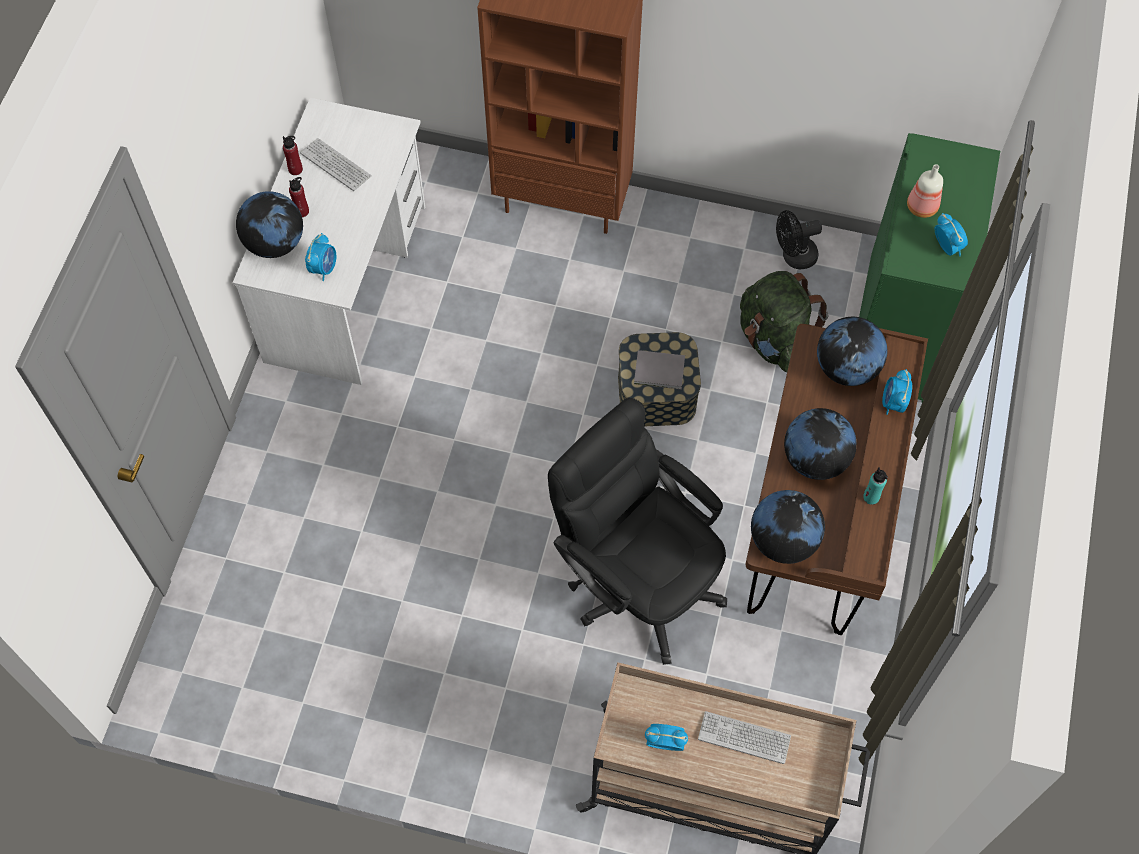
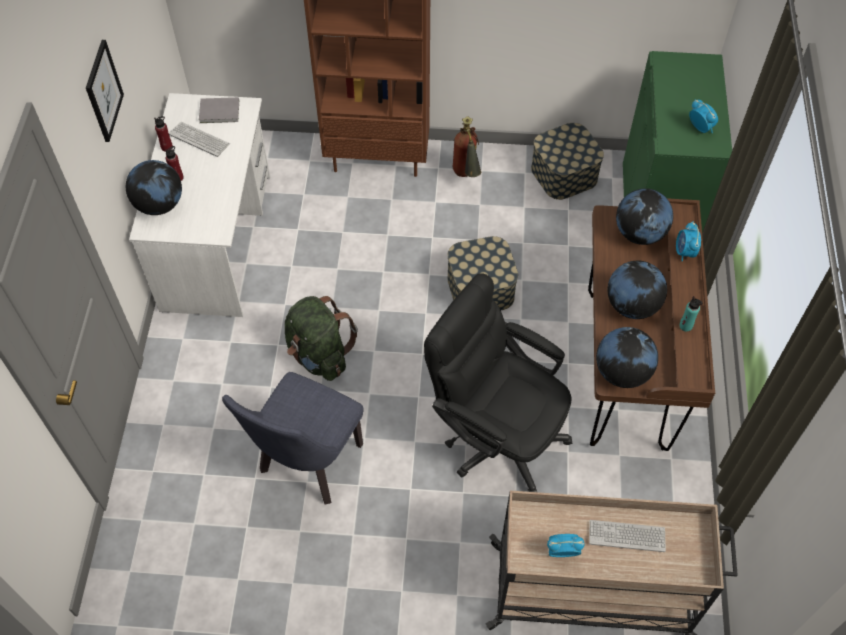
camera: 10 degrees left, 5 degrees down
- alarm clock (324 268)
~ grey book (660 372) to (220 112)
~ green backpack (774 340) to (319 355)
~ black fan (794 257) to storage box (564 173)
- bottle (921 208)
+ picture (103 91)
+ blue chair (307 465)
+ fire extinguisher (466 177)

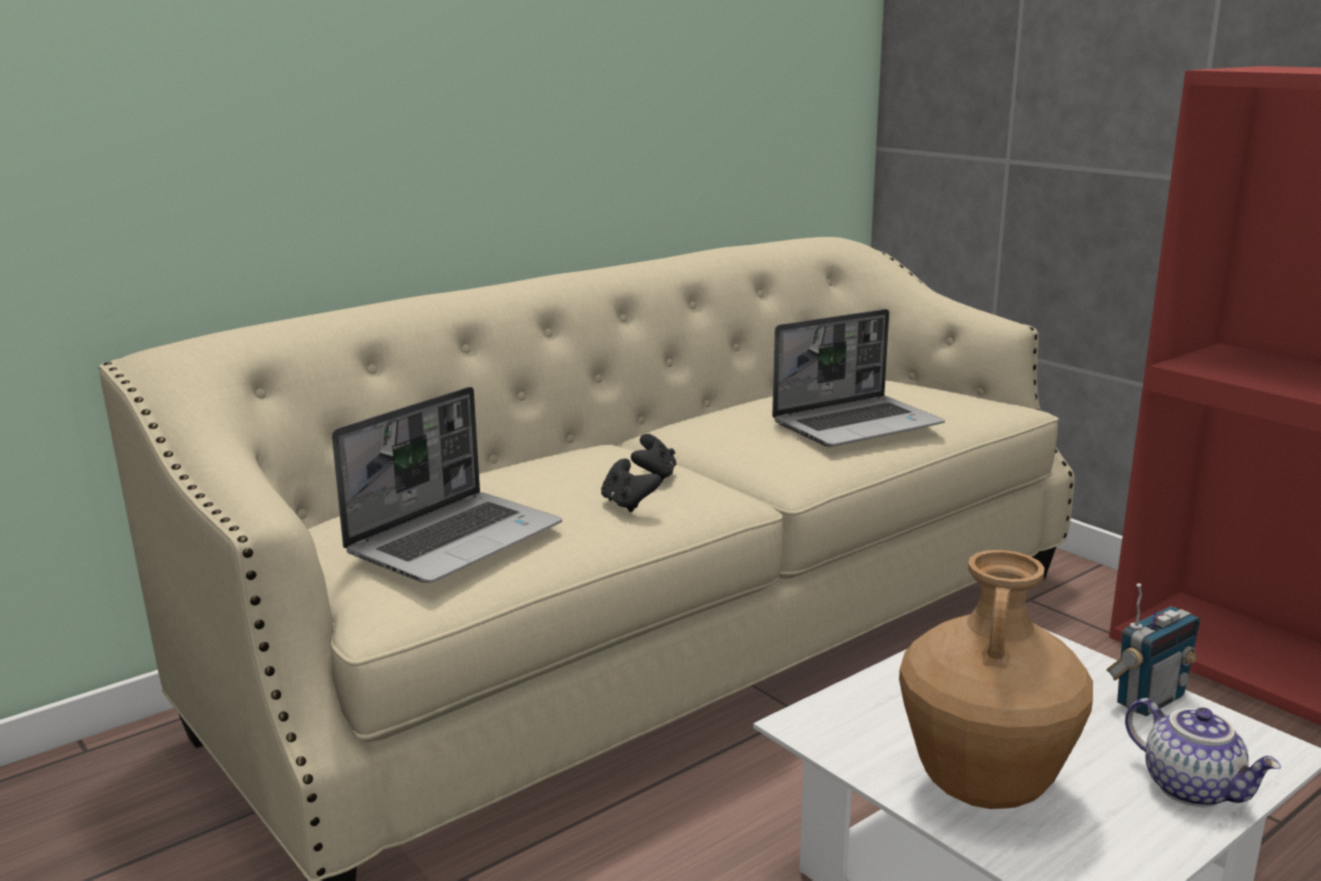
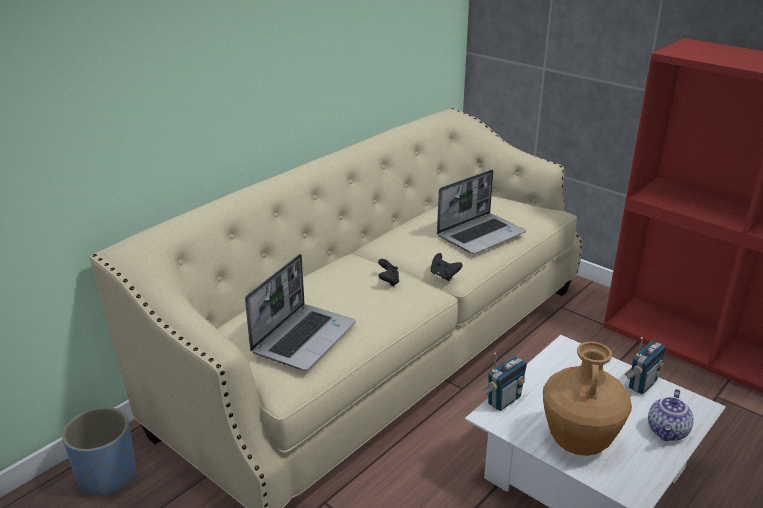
camera: 10 degrees left, 10 degrees up
~ black game controller (628 504) to (444 275)
~ teapot (1193 788) = (668 432) 75 degrees clockwise
+ blue planter (107 476)
+ radio (503 400)

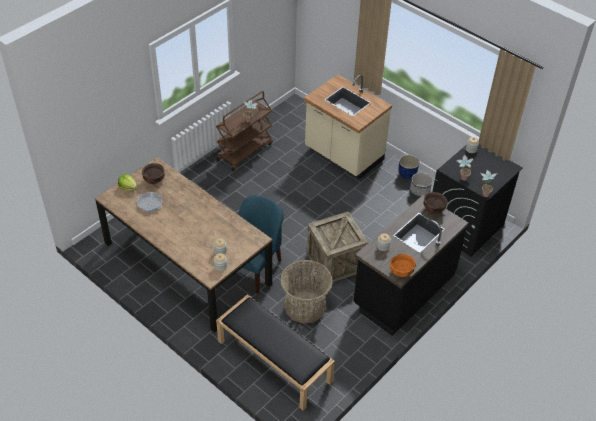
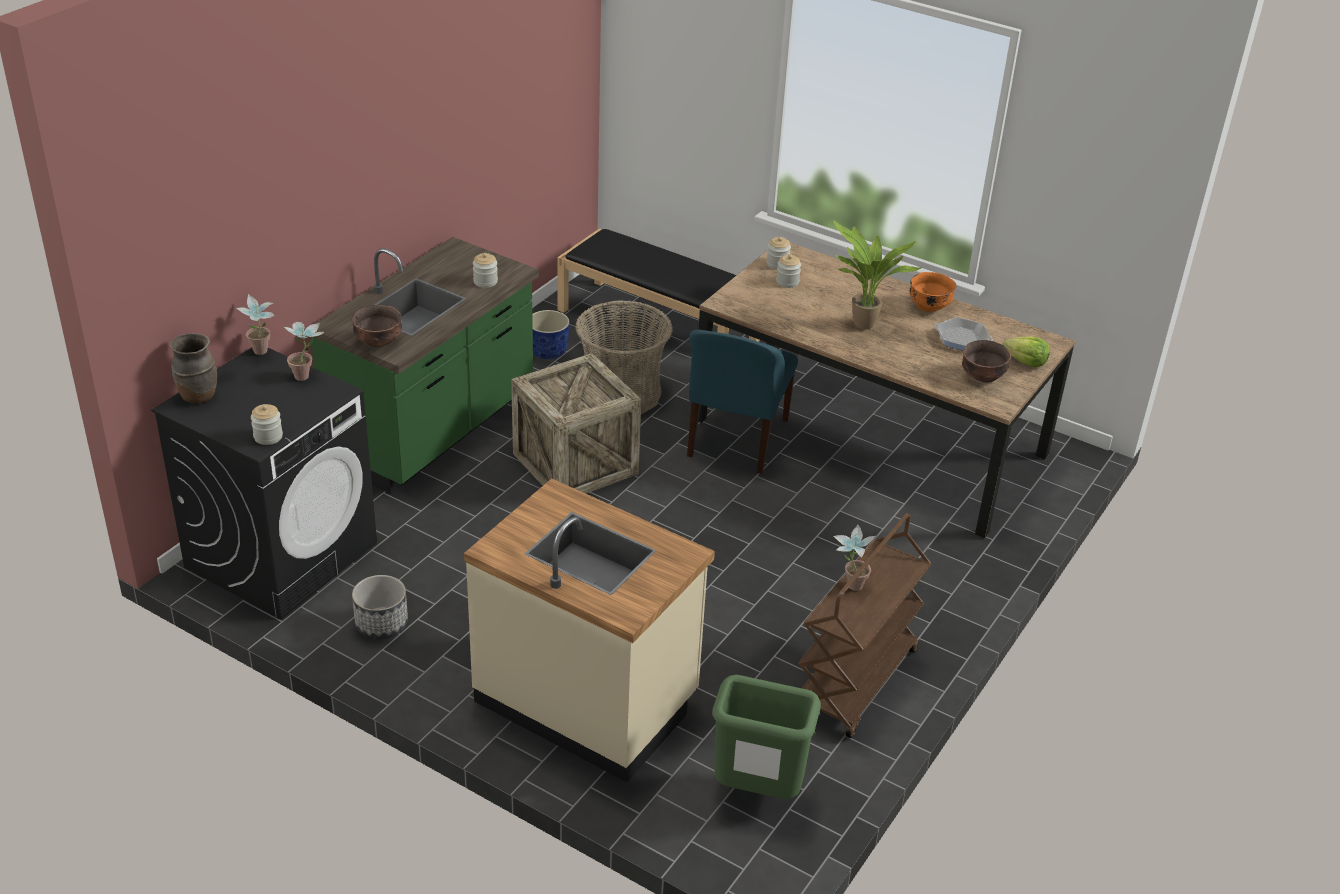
camera: 170 degrees right, 10 degrees down
~ black counter (403 290) to green counter (435 431)
~ orange bowl (401 272) to (929 306)
~ blue planter (407 174) to (547 352)
+ brown vase (198 396)
+ green trash can (756 793)
+ potted plant (862 326)

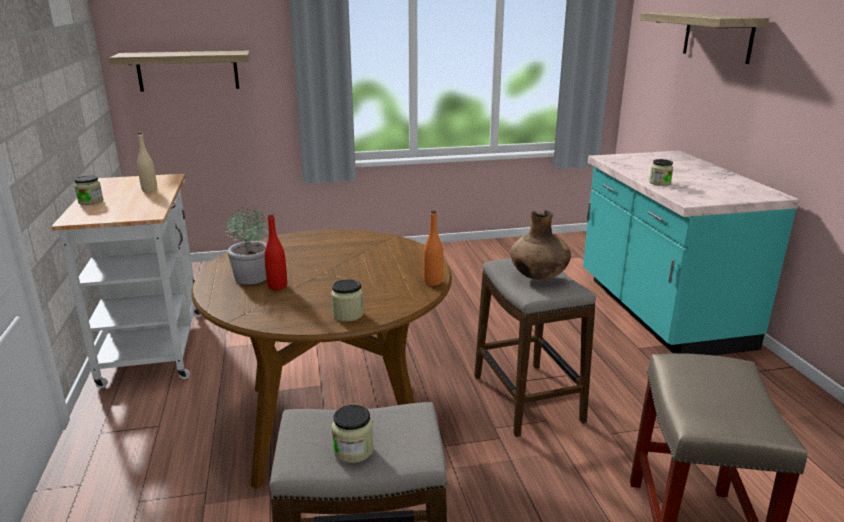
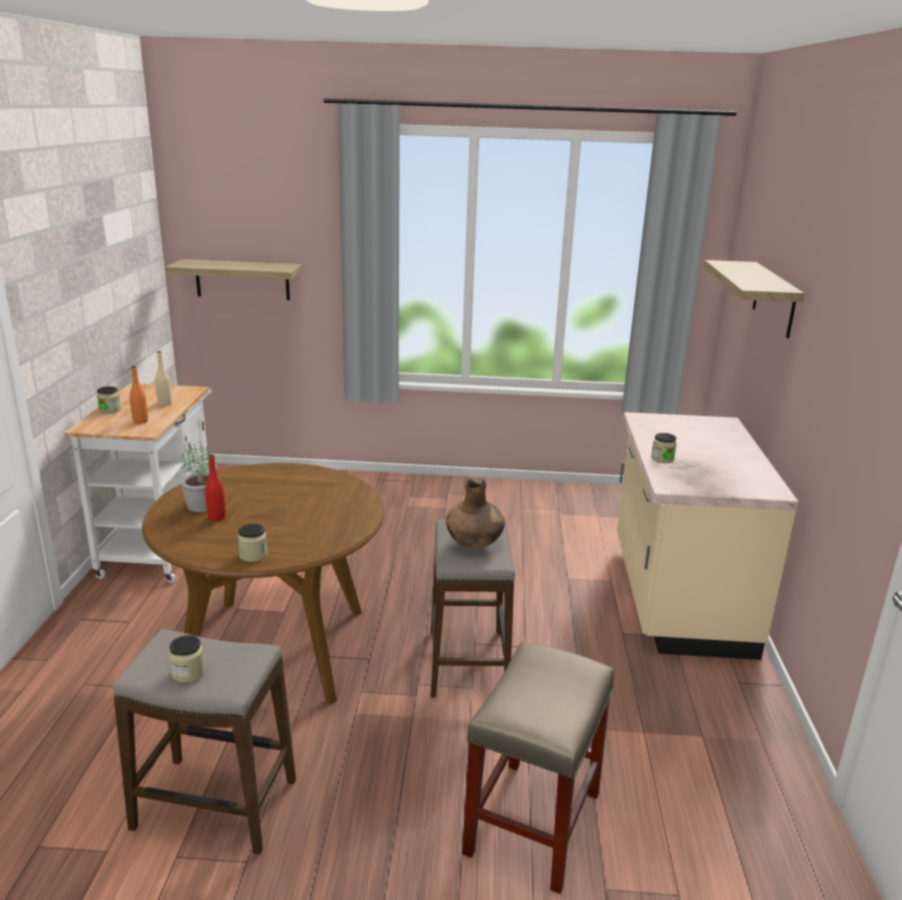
camera: 15 degrees right, 0 degrees up
~ orange bottle (433 282) to (140 421)
~ turquoise counter (659 312) to beige counter (677 597)

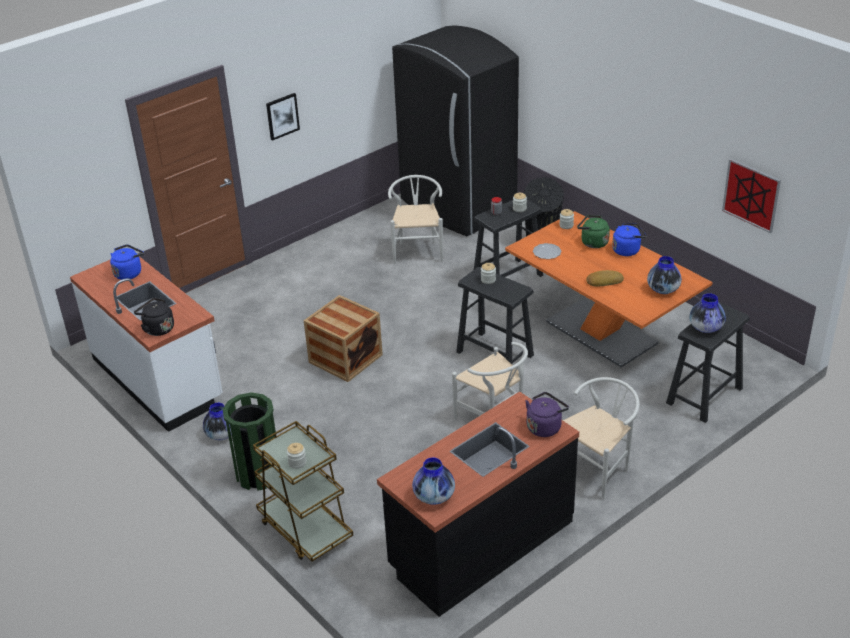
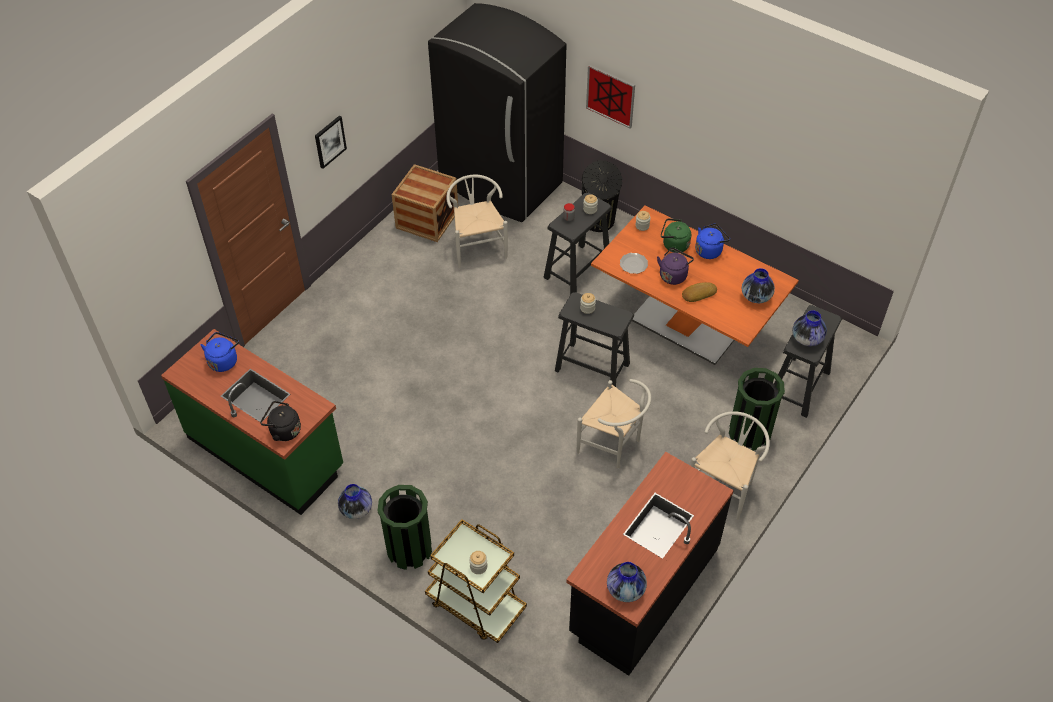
camera: 15 degrees left, 15 degrees up
~ white counter (158 379) to green counter (266 452)
~ crate (345 358) to (427 219)
~ purple kettle (545 427) to (673 275)
~ picture (751 195) to (610 96)
+ green trash can (749 433)

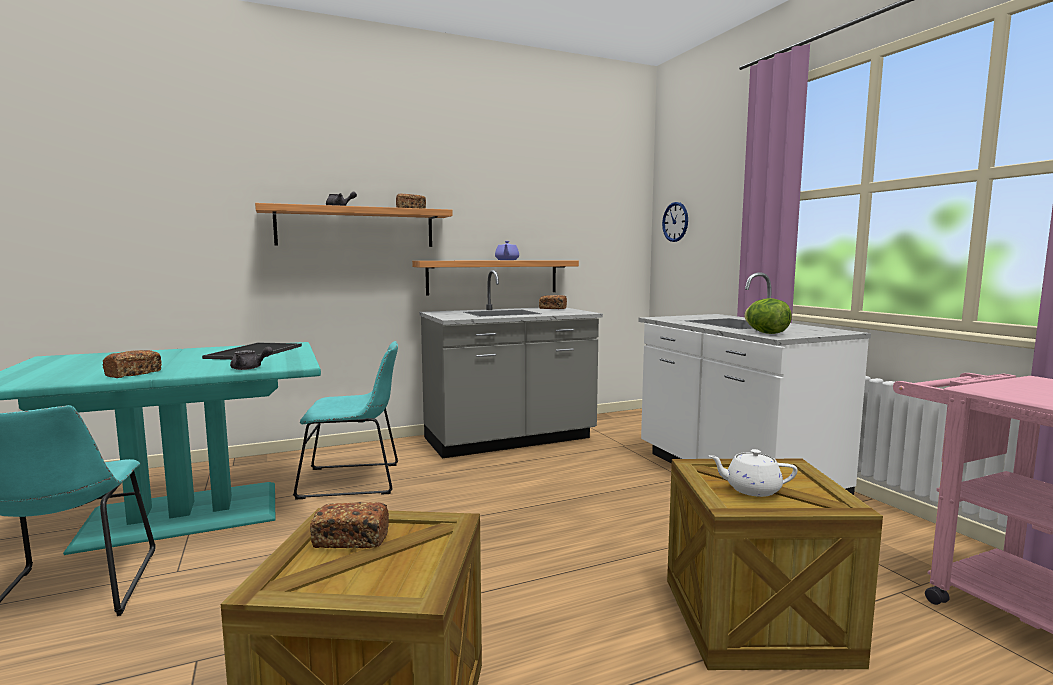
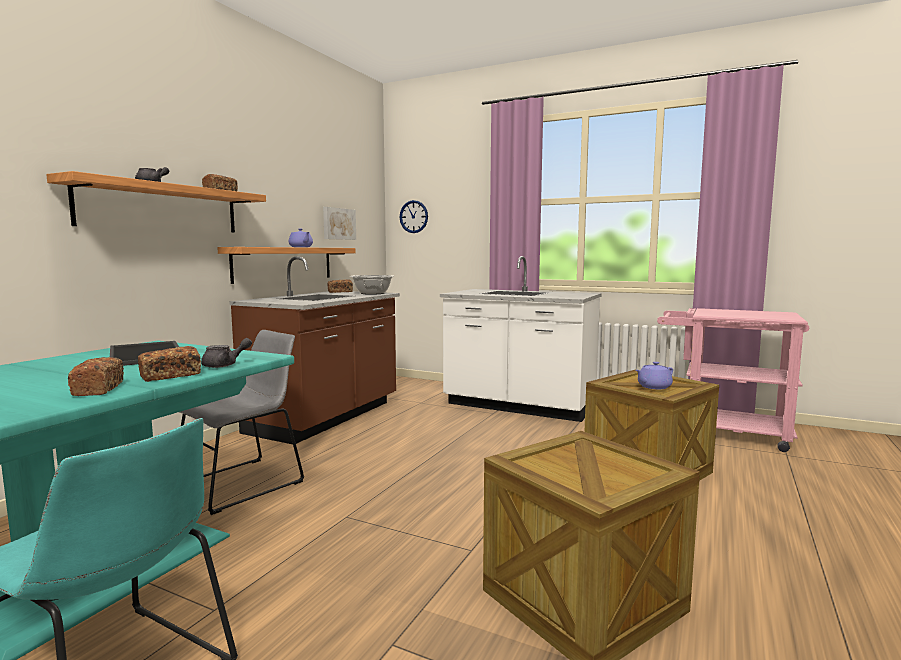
camera: 40 degrees left, 0 degrees up
~ turquoise chair (355 480) to grey chair (244 482)
~ bread (351 540) to (170 376)
~ grey counter (510 440) to brown counter (326 417)
~ white teapot (751 489) to purple teapot (653 387)
- lettuce (766 333)
+ picture (338 224)
+ cooking pot (372 293)

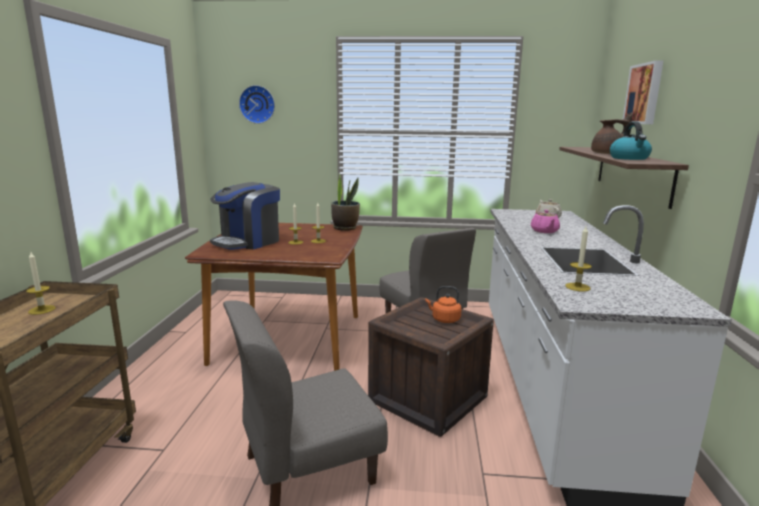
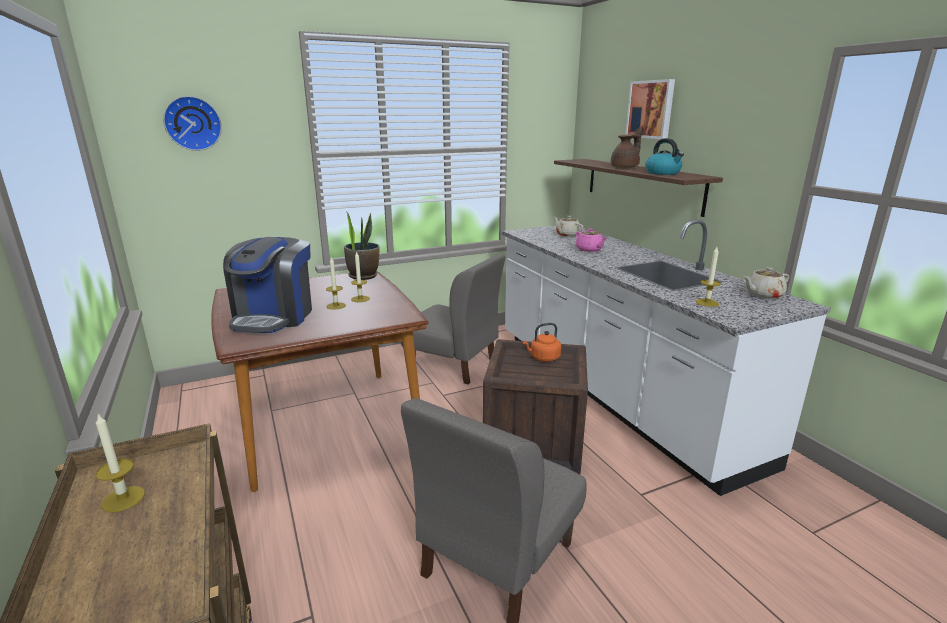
camera: 30 degrees left, 5 degrees up
+ beige teapot (763 295)

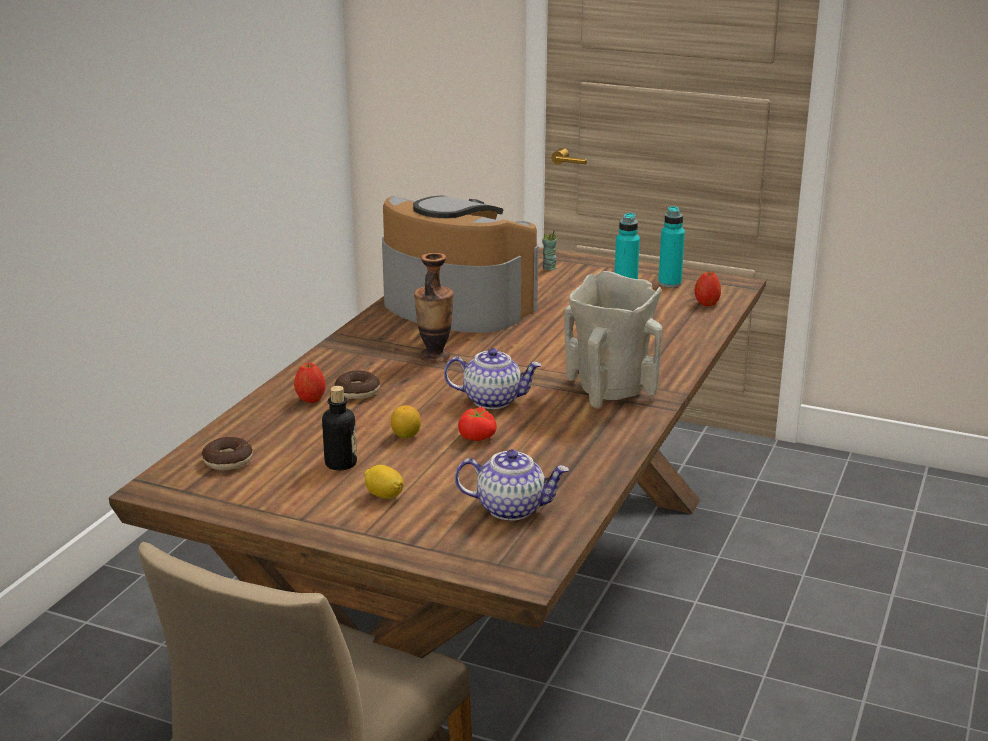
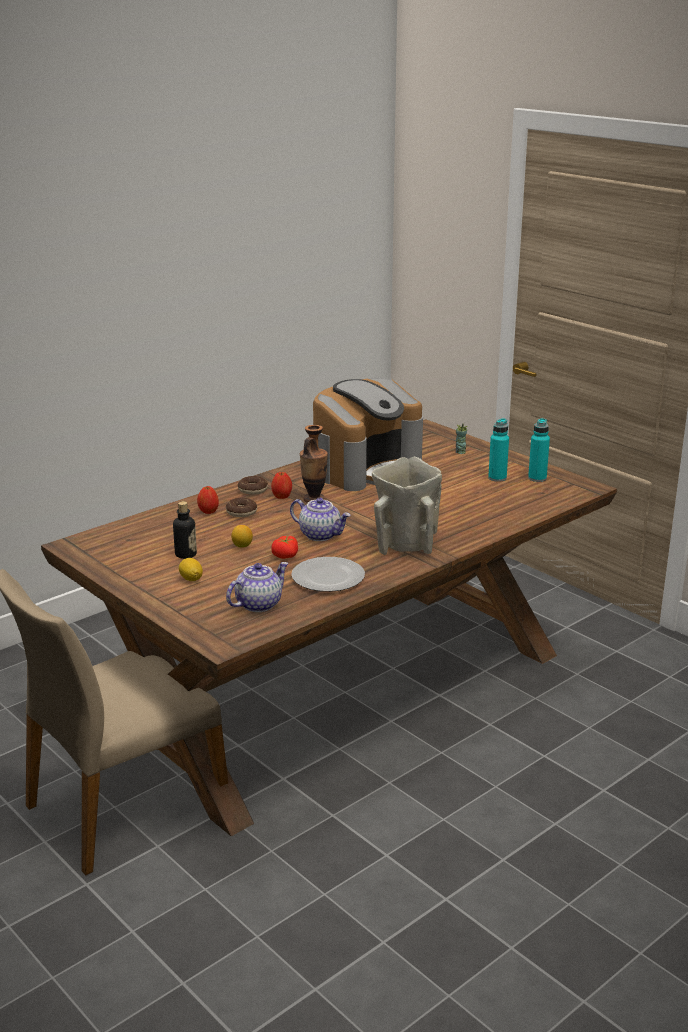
camera: 25 degrees right, 0 degrees up
~ donut (228 461) to (252 490)
~ coffee machine (455 306) = (365 467) 75 degrees clockwise
~ teapot (512 508) = (258 604) 75 degrees counterclockwise
~ apple (707 303) to (282 496)
+ plate (329 578)

